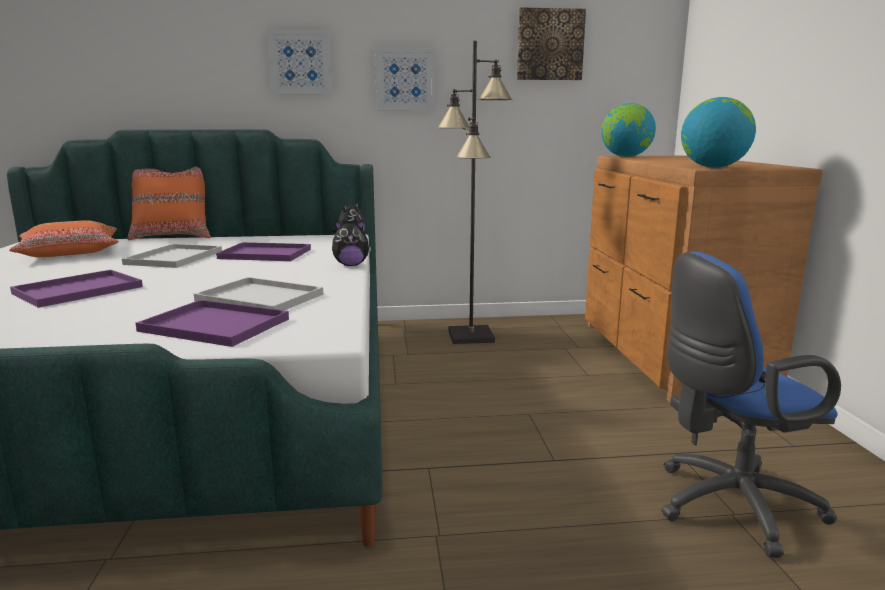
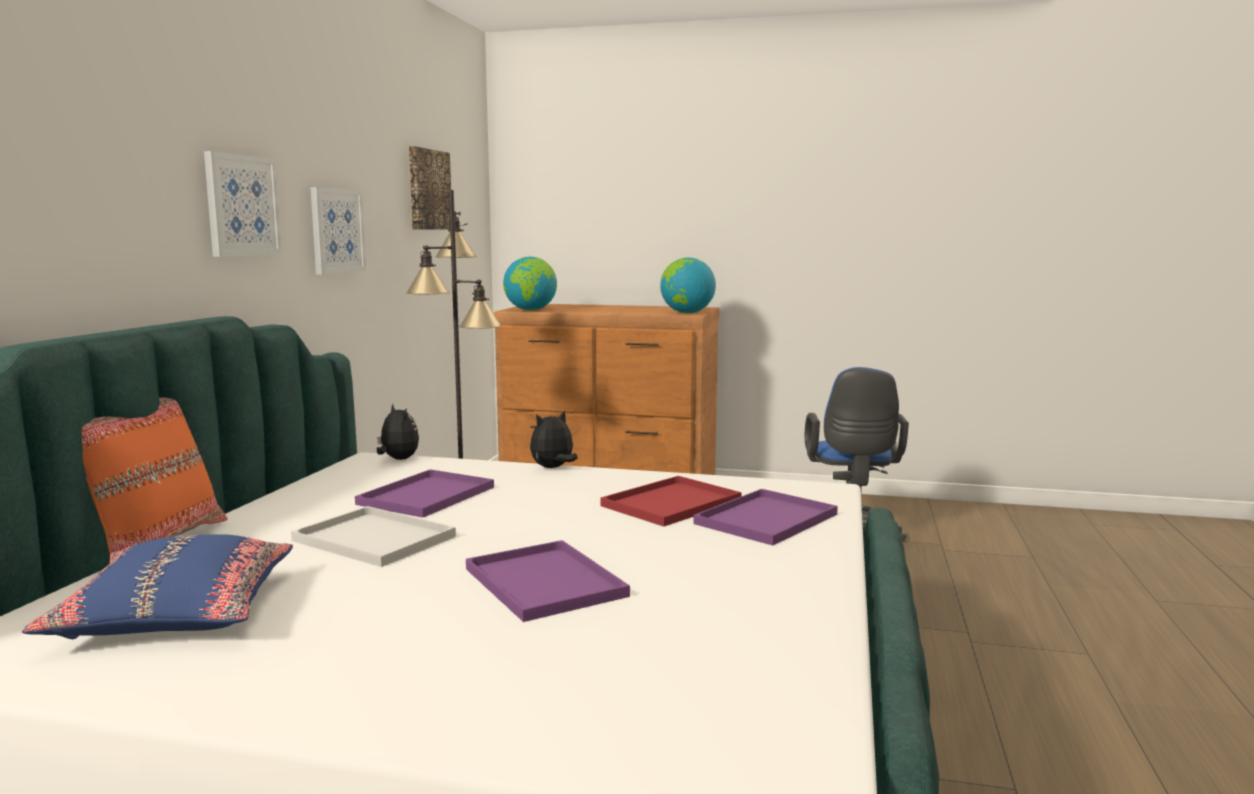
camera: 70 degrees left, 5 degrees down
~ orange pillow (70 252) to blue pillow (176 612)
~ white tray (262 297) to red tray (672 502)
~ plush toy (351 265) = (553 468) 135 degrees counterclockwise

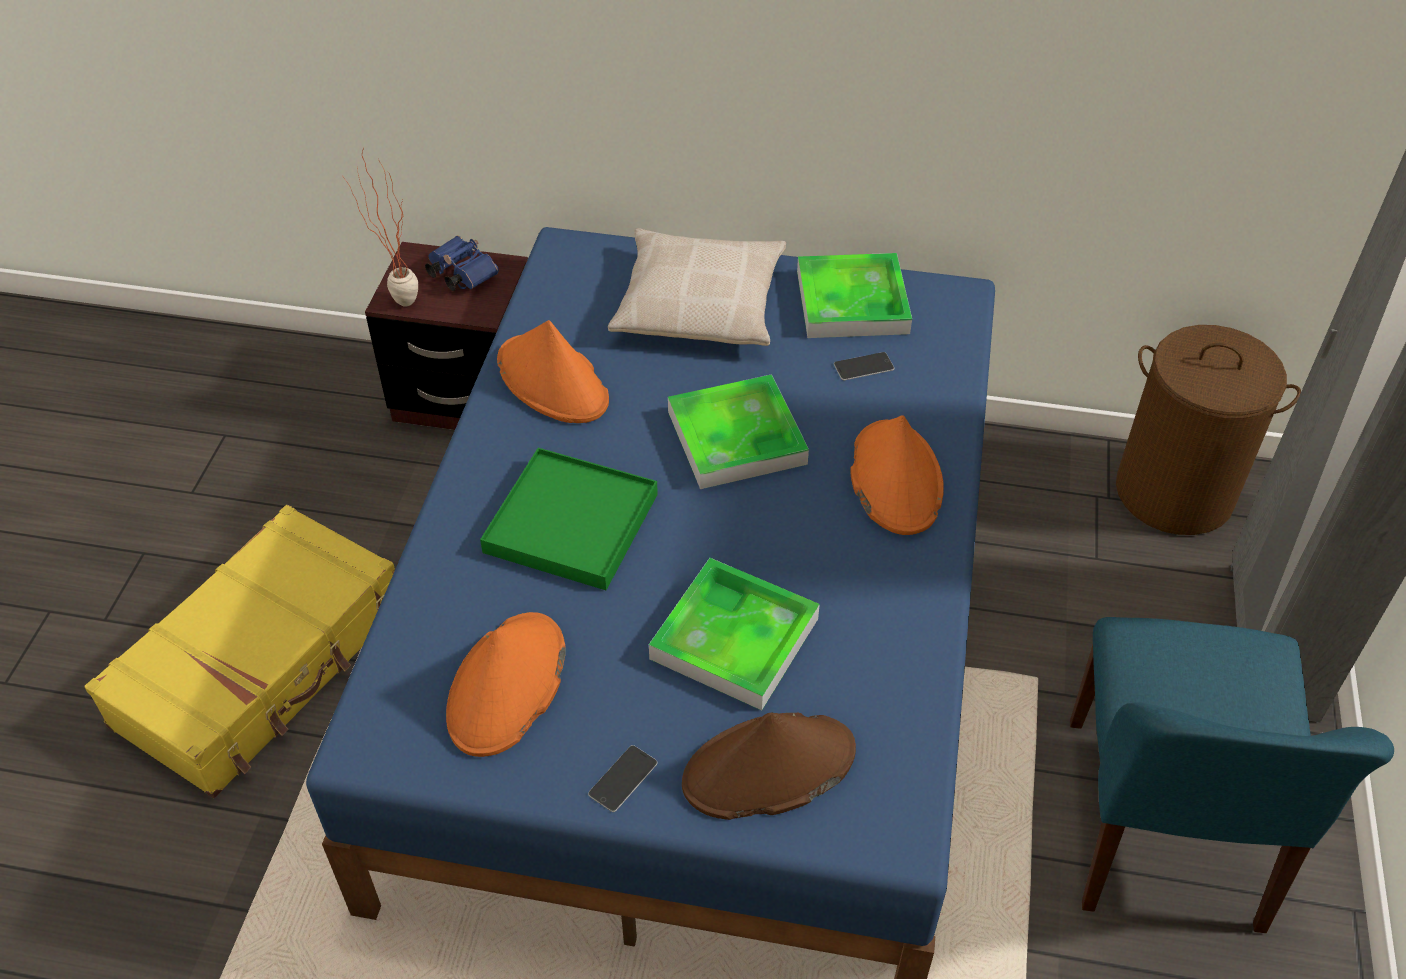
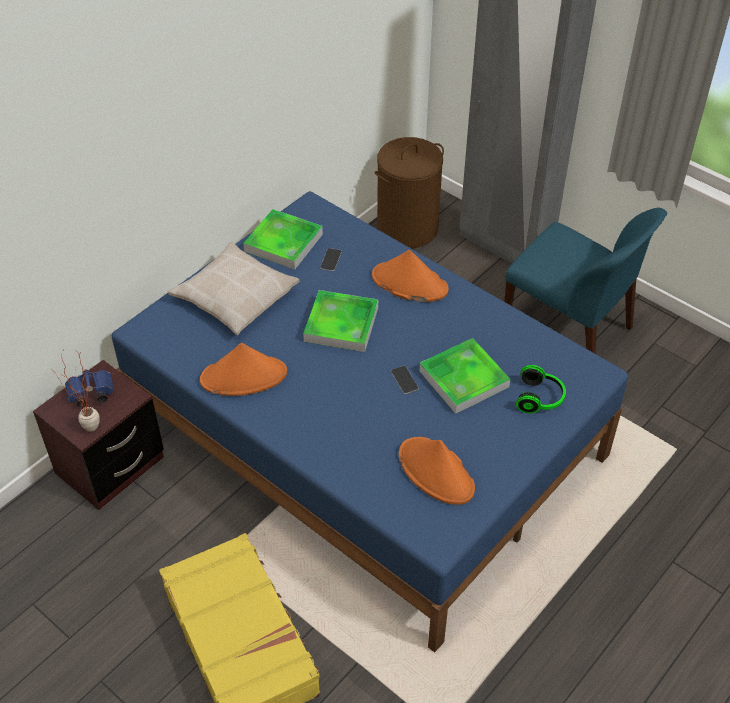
camera: 60 degrees left, 0 degrees up
- green tray (571 523)
~ phone (623 778) to (404 380)
~ brown hat (768 768) to headphones (540 398)

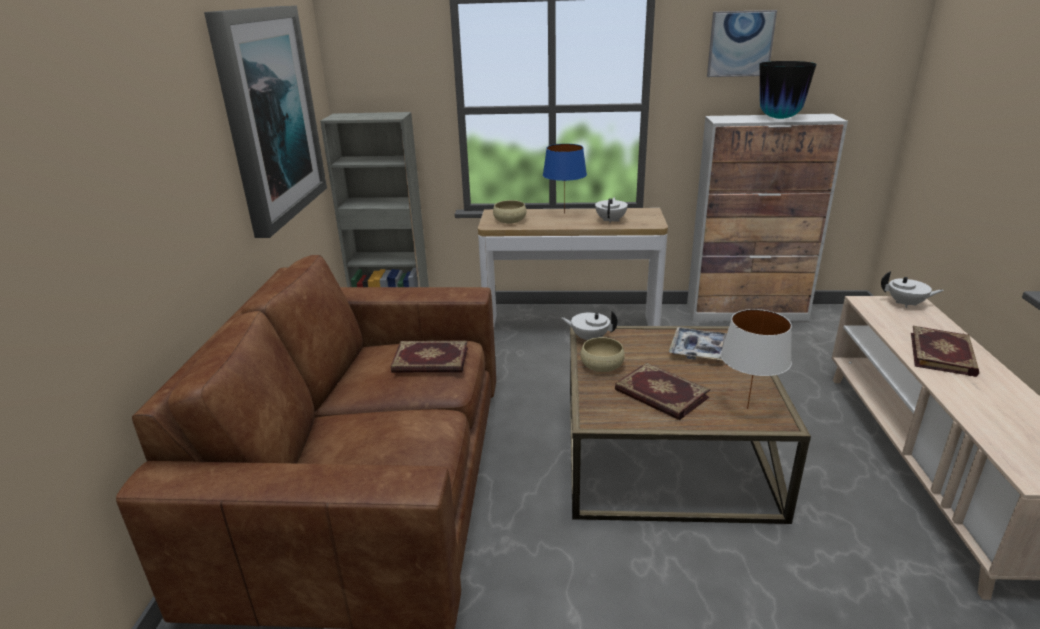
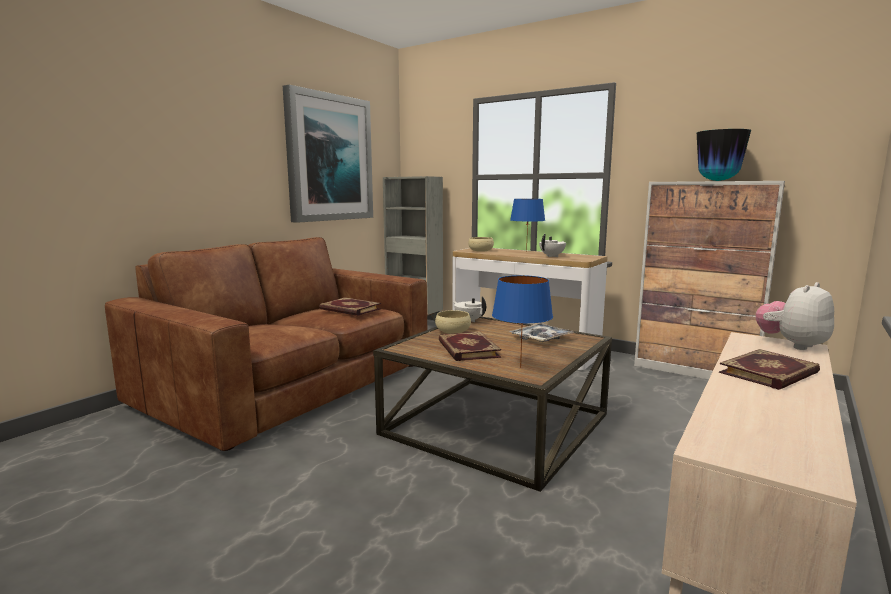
camera: 30 degrees right, 15 degrees down
- picture (740 44)
~ white table lamp (748 408) to blue table lamp (521 368)
~ white teapot (906 304) to plush toy (792 345)

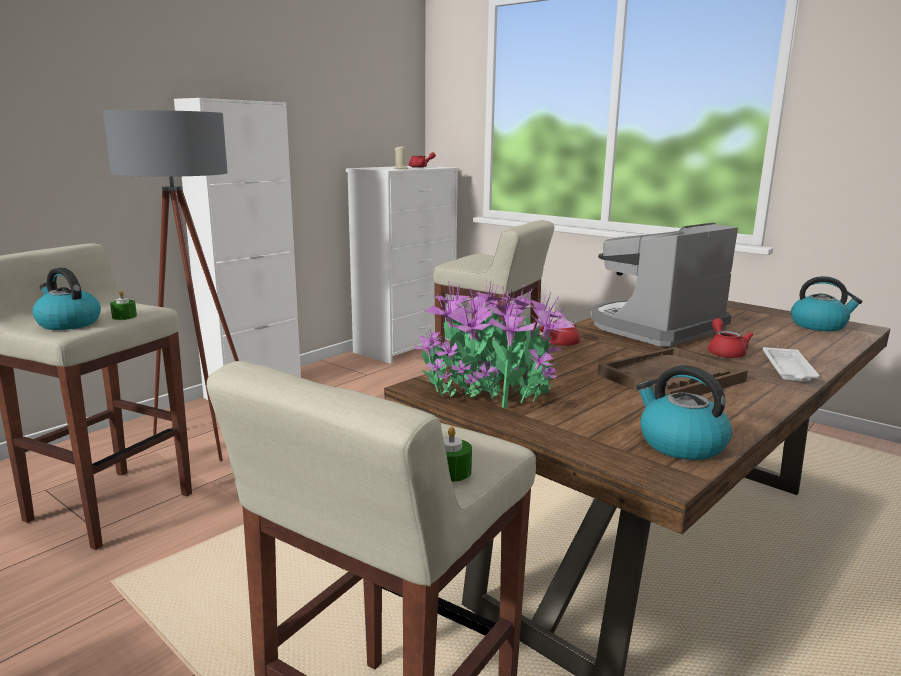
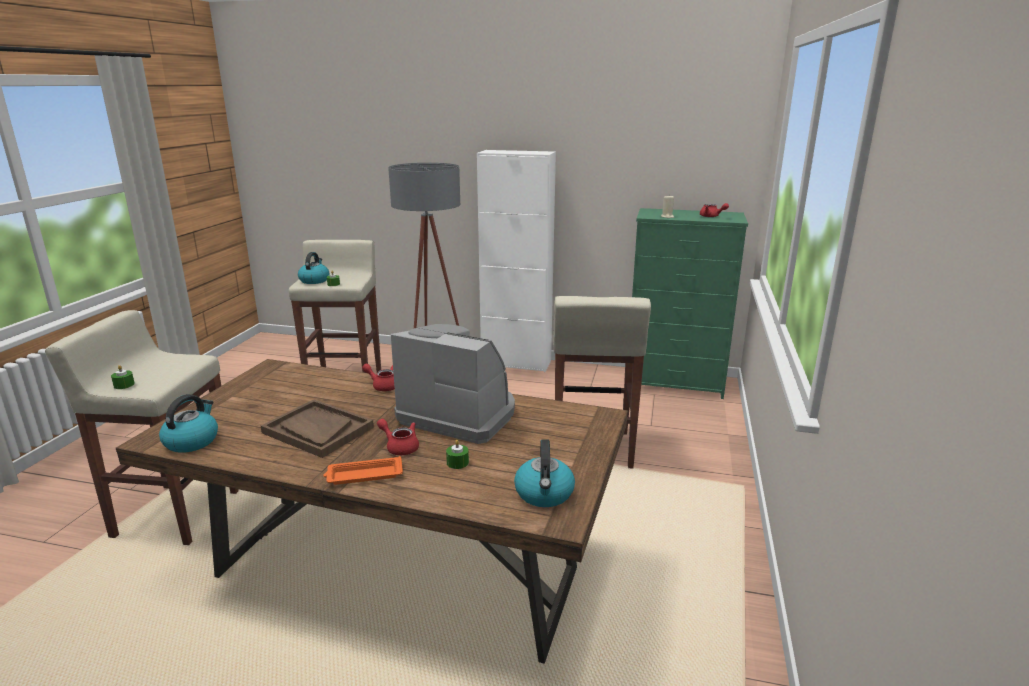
camera: 65 degrees right, 5 degrees up
~ white dresser (406 346) to green dresser (675 383)
- potted plant (490 388)
~ red teapot (725 352) = (400 447) 120 degrees counterclockwise
~ white tray (788 369) to orange tray (363 475)
+ green candle (457 462)

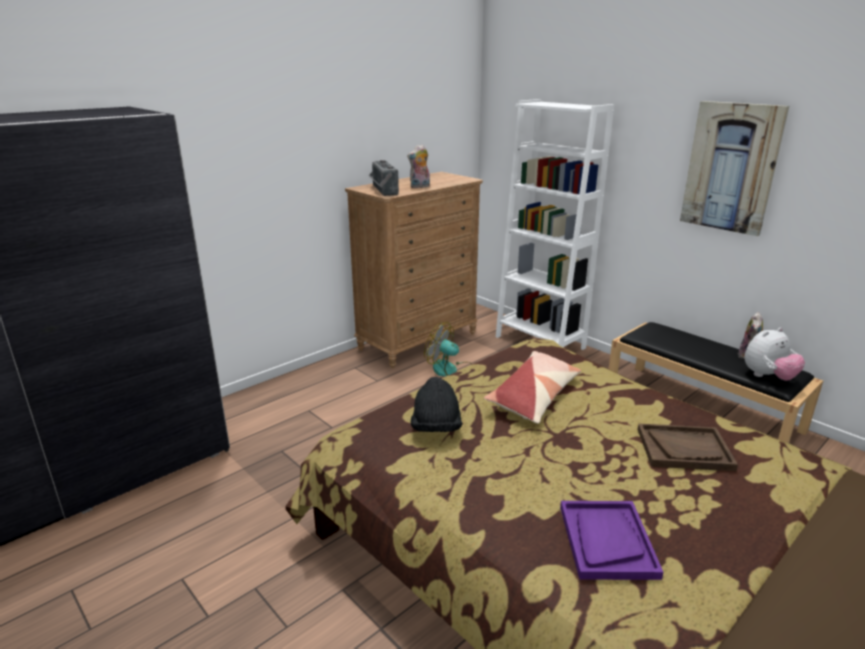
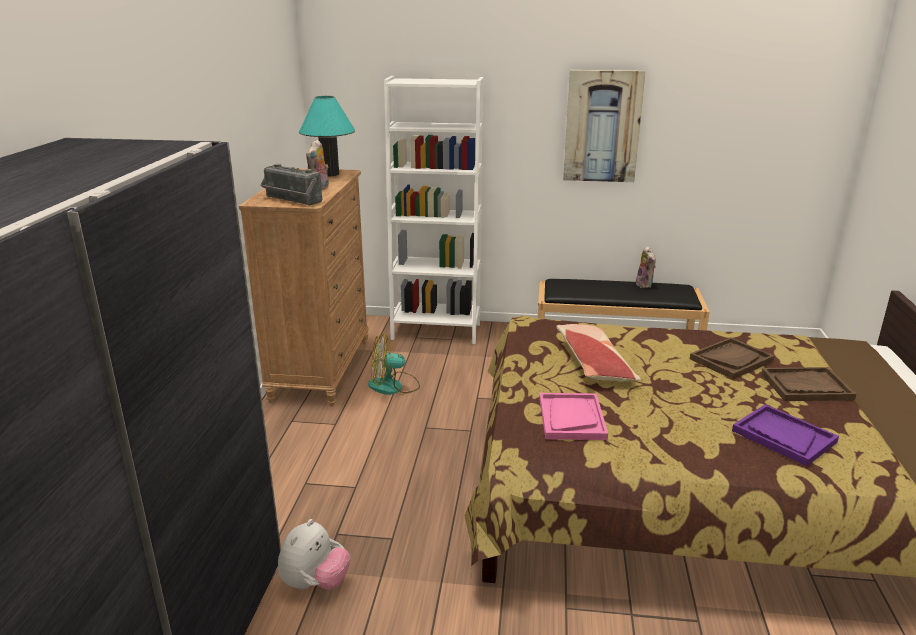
camera: 40 degrees left, 0 degrees up
~ black hat (436 428) to pink tray (571 418)
~ plush toy (768 377) to (315 583)
+ turquoise table lamp (330 174)
+ brown tray (806 386)

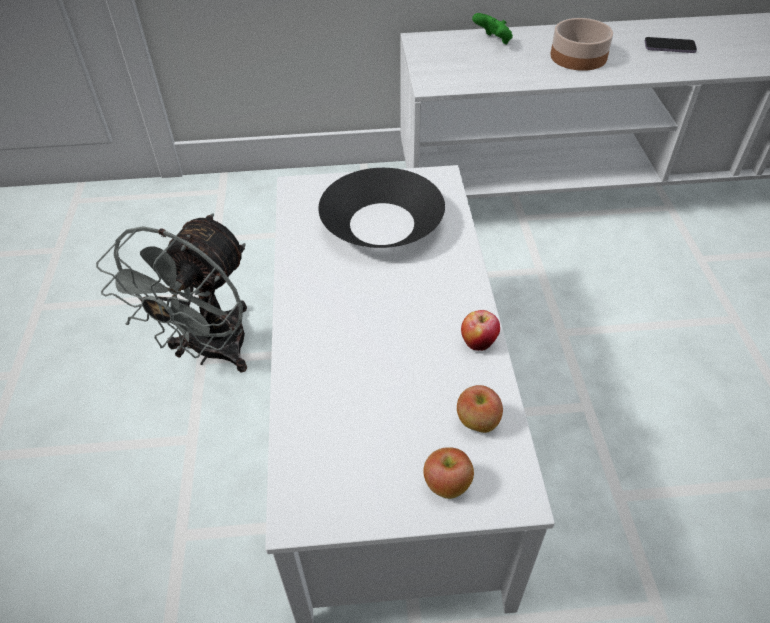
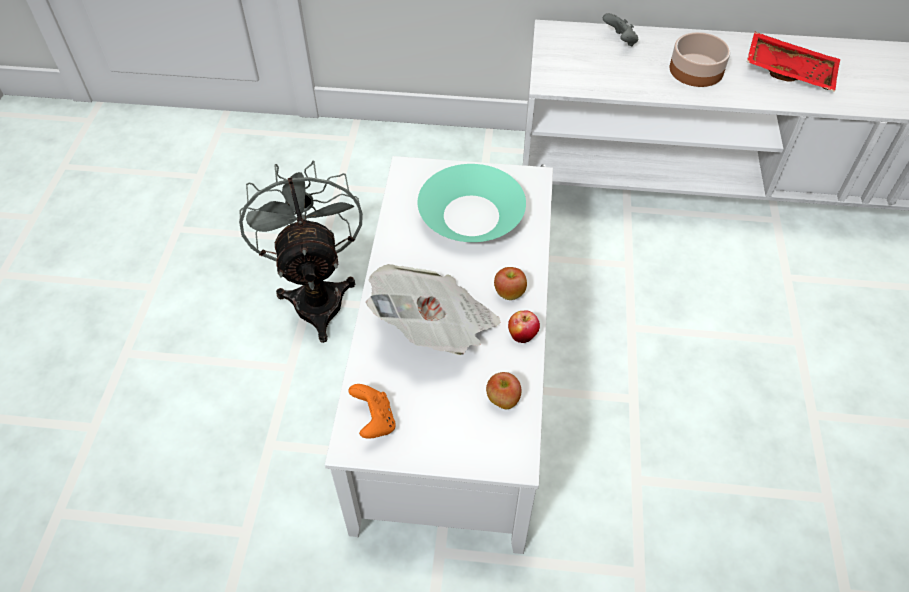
camera: 10 degrees right, 5 degrees up
~ grey fan (210 352) = (317 294) 135 degrees clockwise
~ black bowl (381 223) to turquoise bowl (470 215)
~ apple (447 484) to (509 293)
~ green game controller (493 41) to grey game controller (620 41)
~ phone (669 47) to red tray (789 71)
+ orange game controller (374 421)
+ newspaper (435 328)

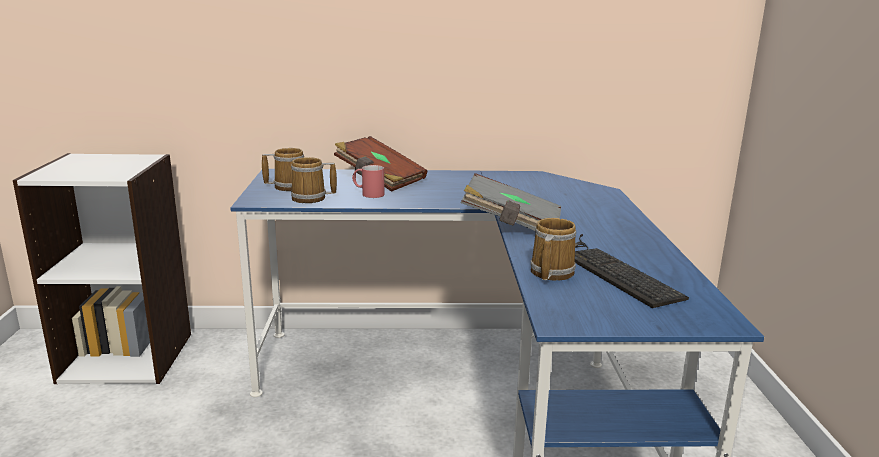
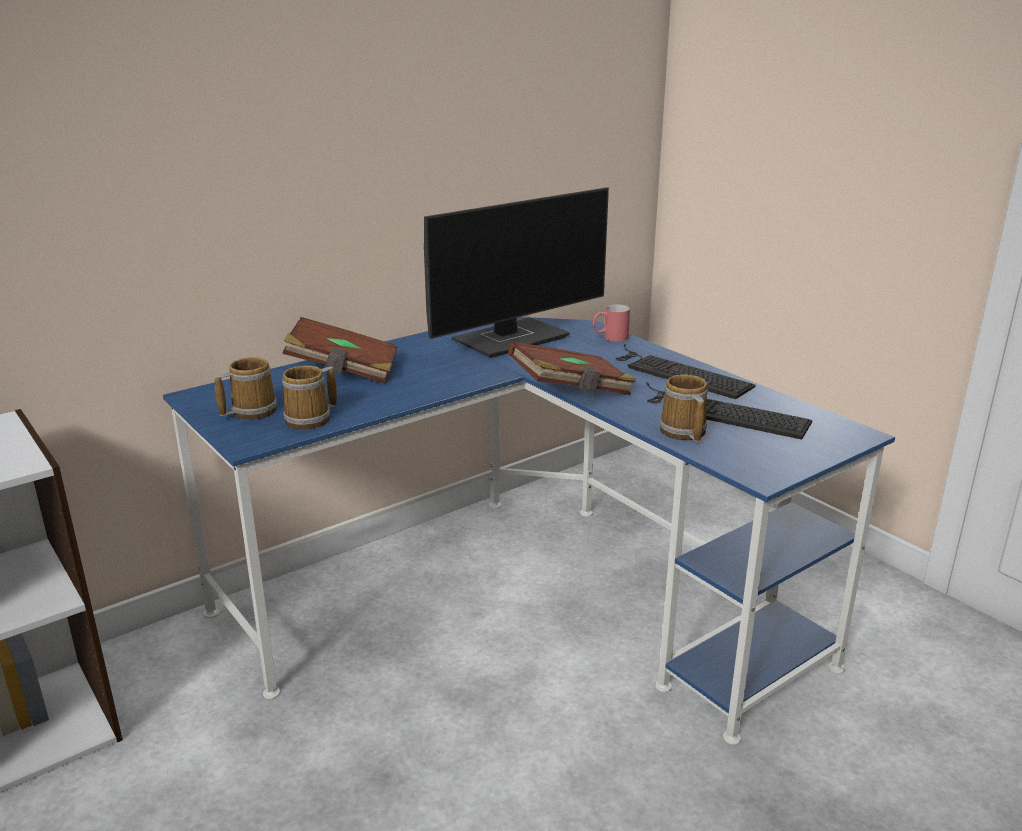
camera: 35 degrees left, 5 degrees up
~ red mug (368 194) to (609 338)
~ grey book (511 225) to brown book (571 391)
+ monitor (512 338)
+ keyboard (677 373)

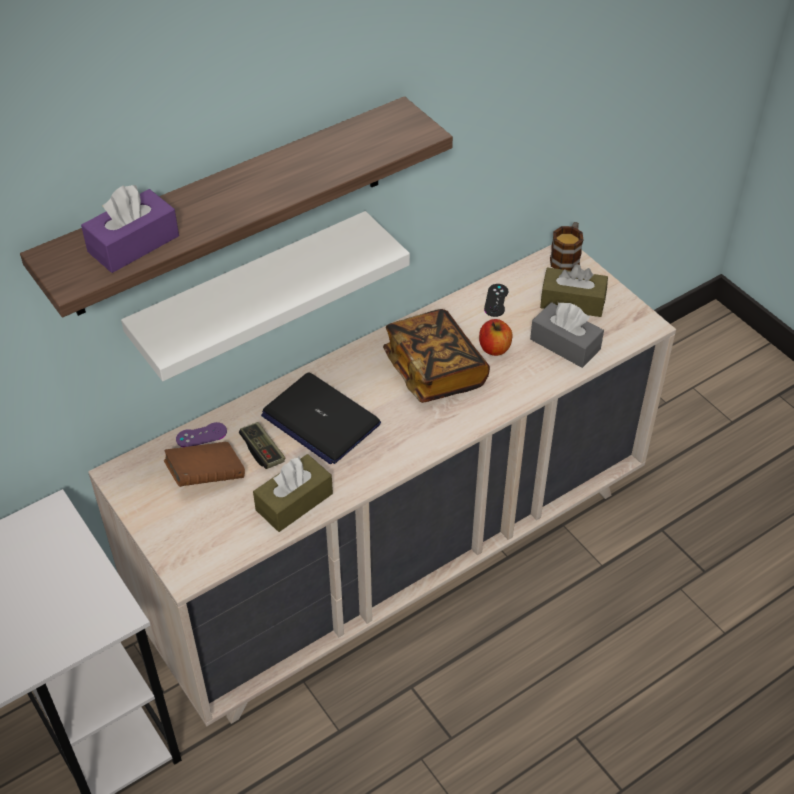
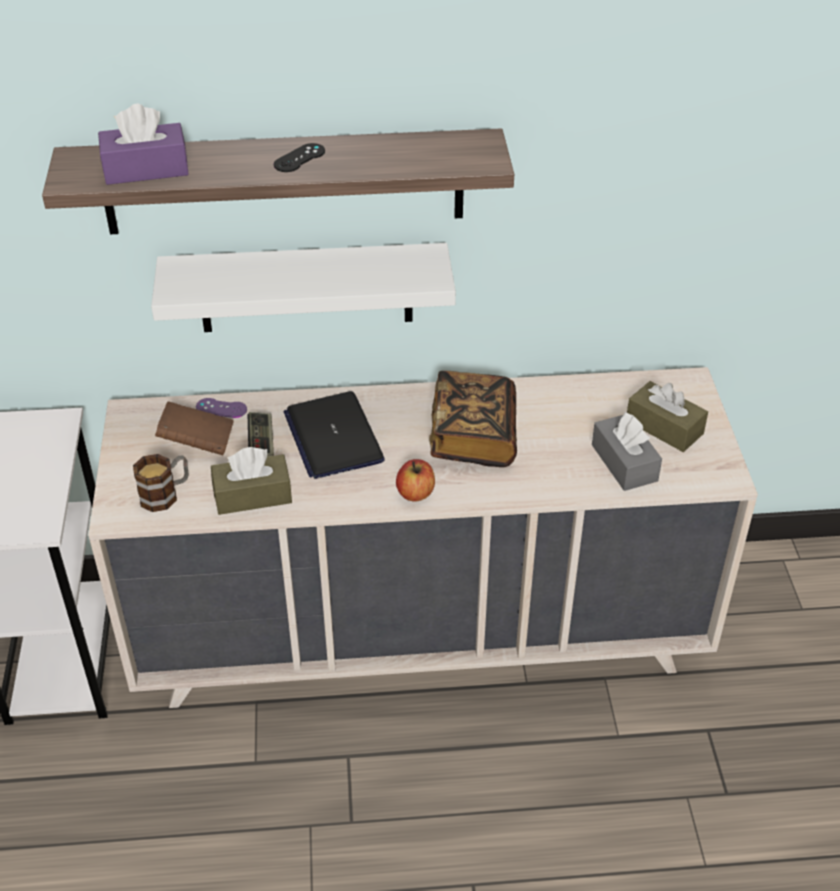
camera: 30 degrees right, 5 degrees down
~ apple (494 348) to (415 493)
~ black game controller (496 300) to (299 158)
~ mug (566 258) to (166 494)

